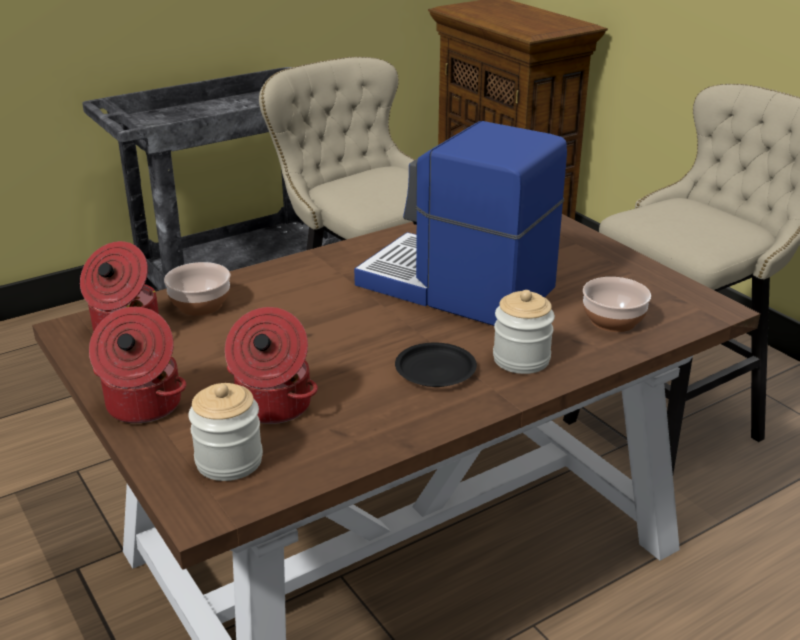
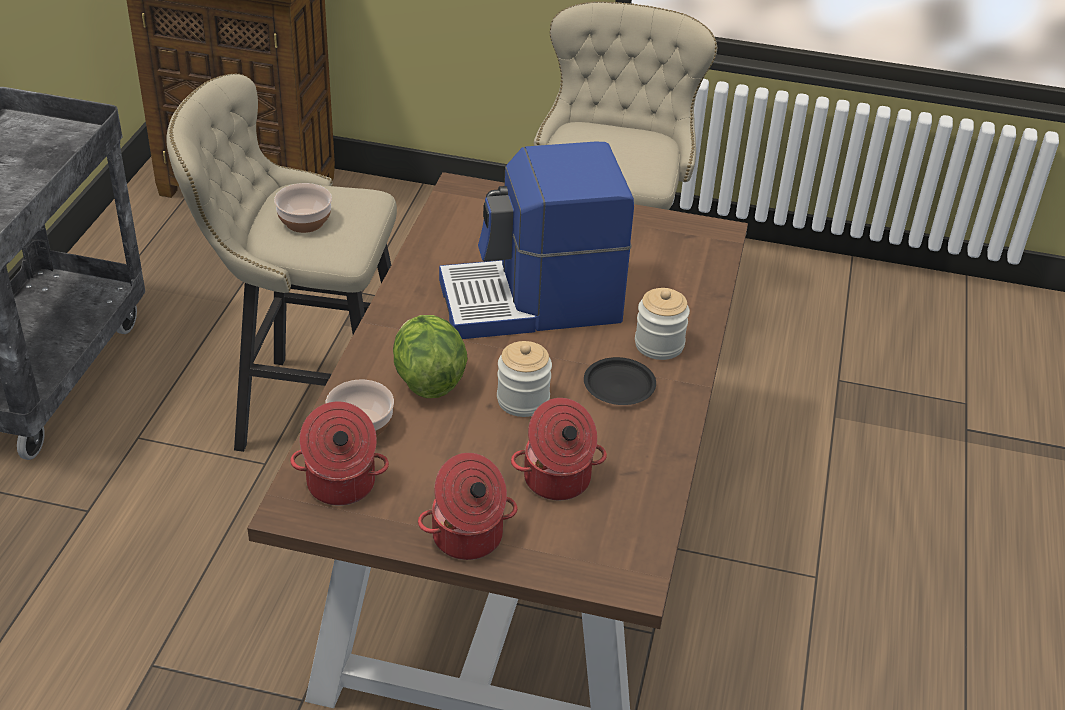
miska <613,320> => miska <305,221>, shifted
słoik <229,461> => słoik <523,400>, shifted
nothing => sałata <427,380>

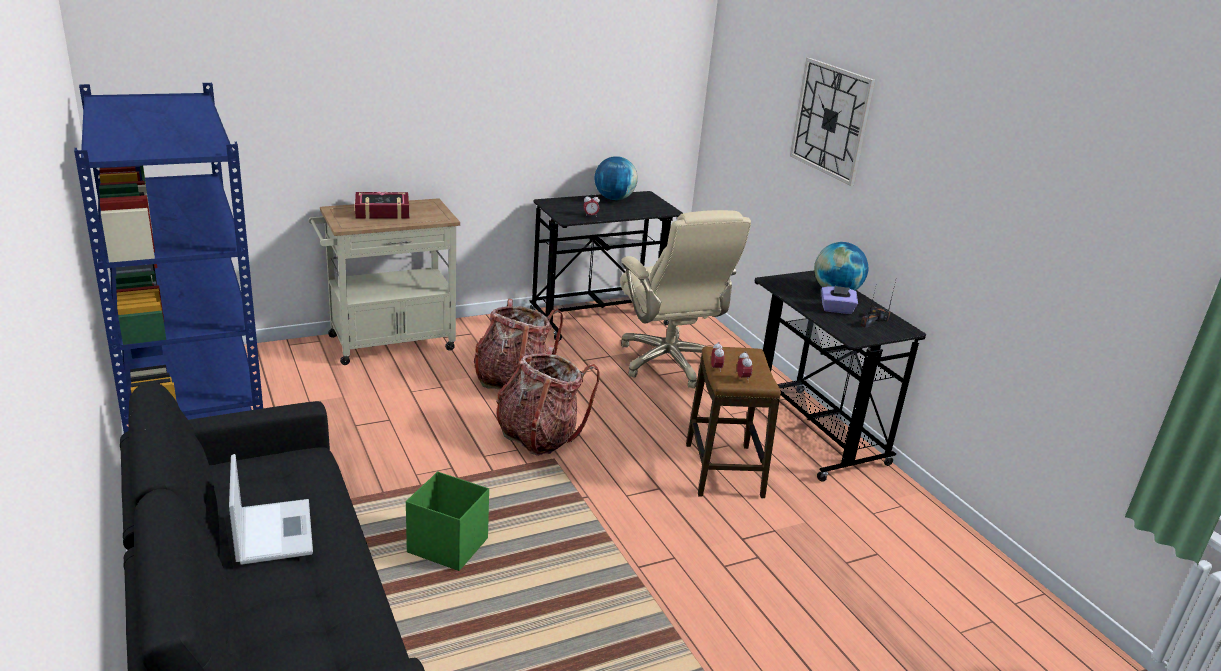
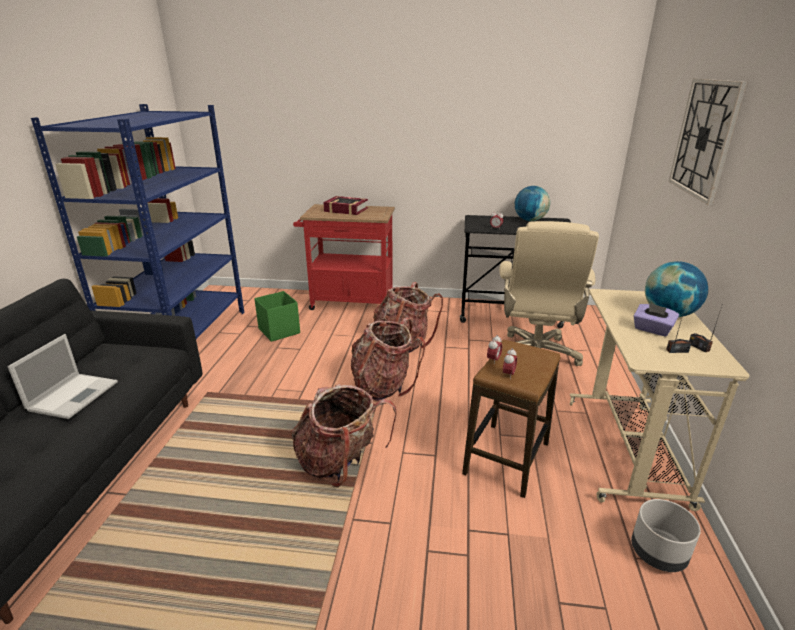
wózek [beżowy] <387,343> => wózek [czerwony] <349,302>
biurko [czarny] <810,433> => biurko [beżowy] <625,450>
pojemnik do przechowywania [zielony] <447,545> => pojemnik do przechowywania [zielony] <279,331>, shifted
nothing => plecak <340,463>
nothing => donica [szary] <658,554>

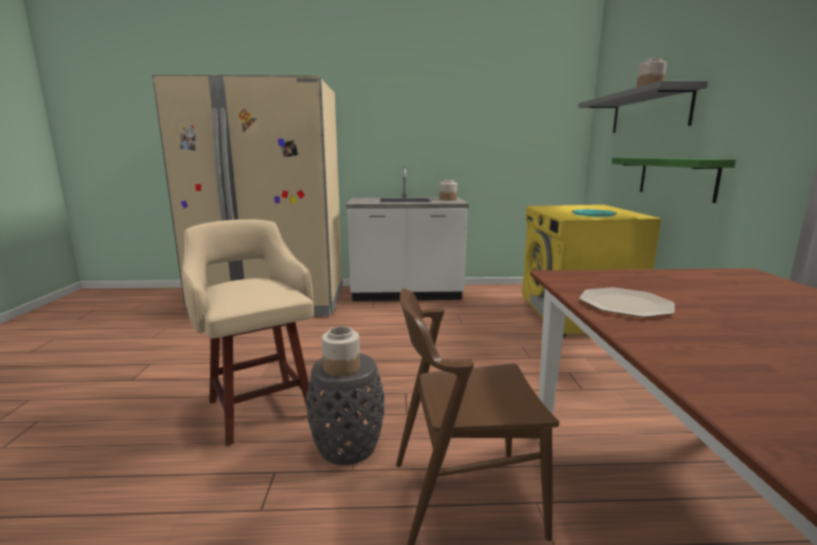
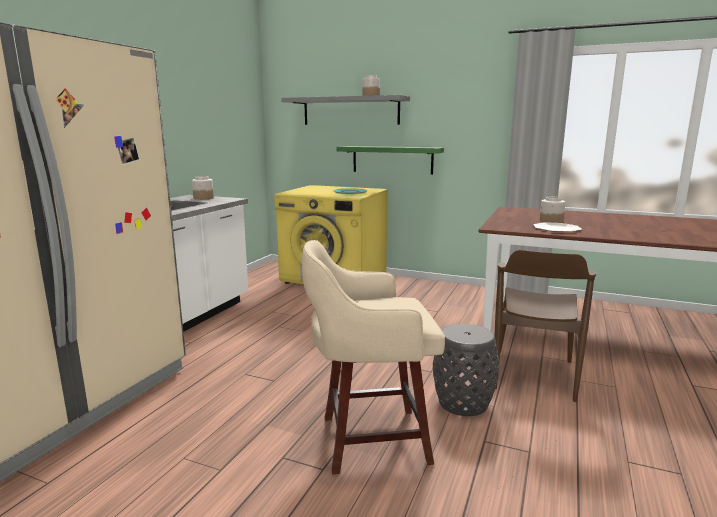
słoik <341,367> => słoik <551,221>, shifted

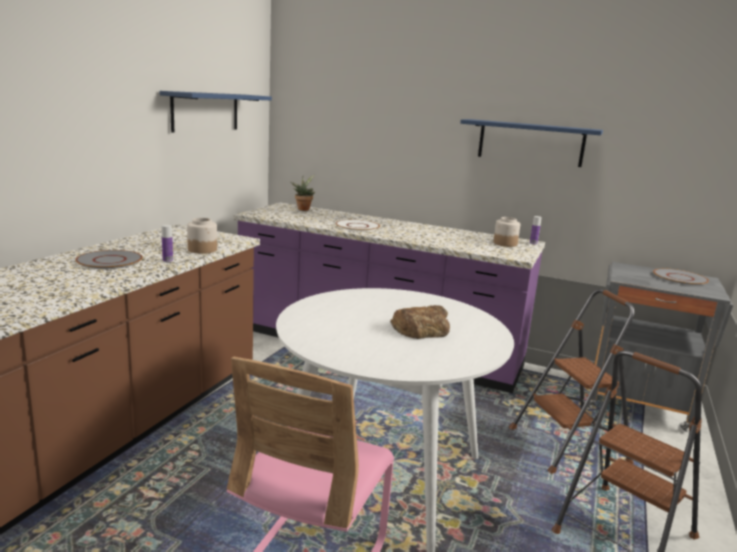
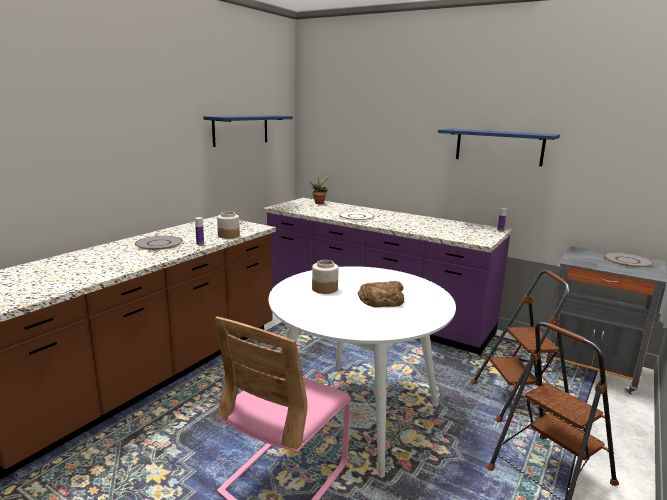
słoik <504,243> => słoik <324,289>, shifted

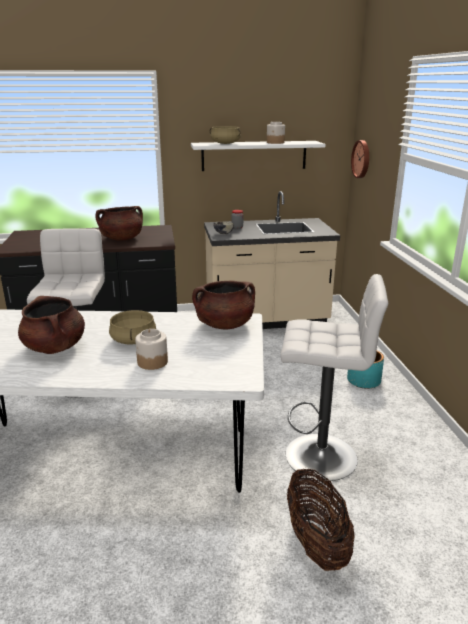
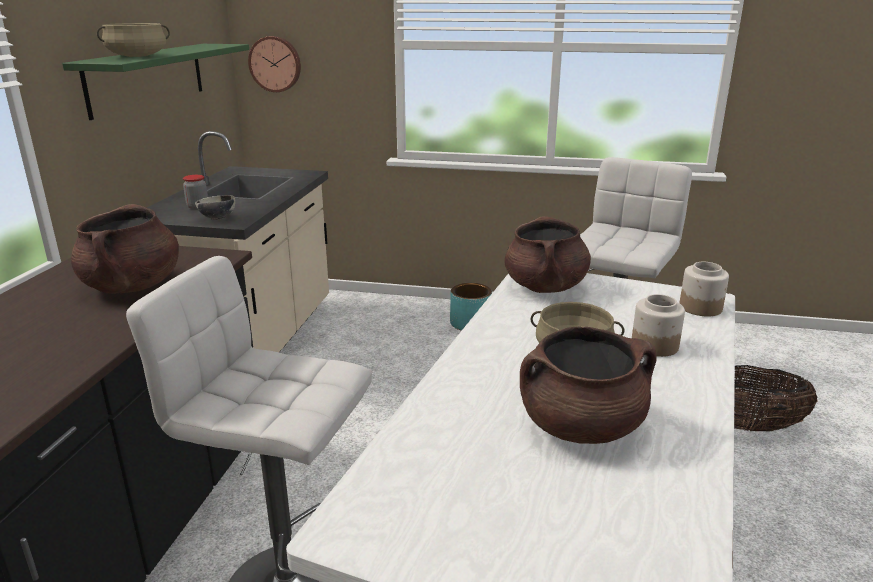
słoik <275,142> => słoik <701,307>, shifted
półka [biały] <254,155> => półka [zielony] <147,78>

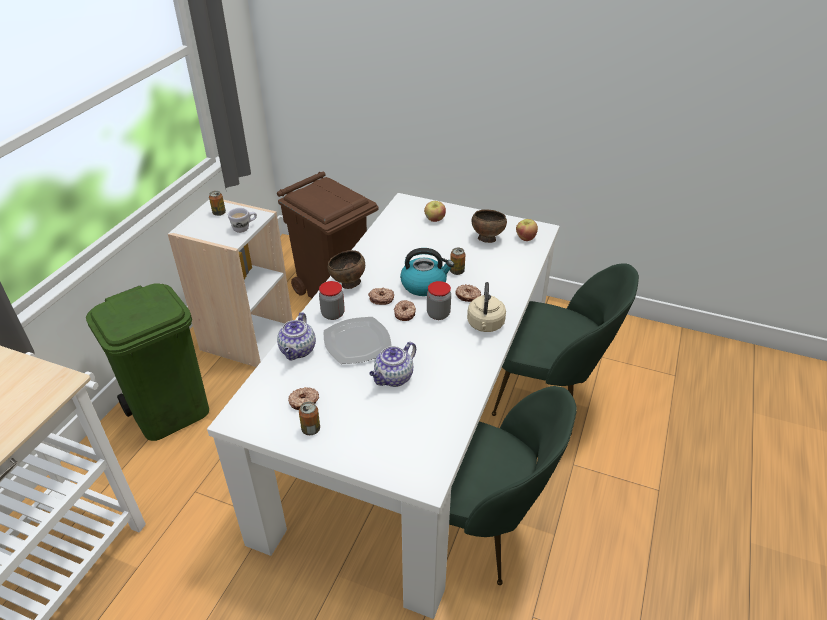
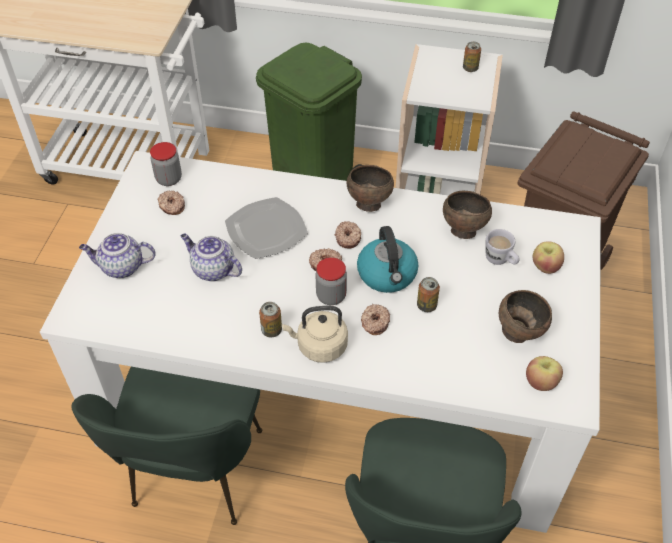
kubek [biały] <244,228> => kubek [biały] <500,261>, shifted
słoik <333,314> => słoik <169,179>, shifted
imbryk <298,351> => imbryk <121,267>, shifted
puszka <311,429> => puszka <271,330>, shifted
nothing => miska [brązowy] <462,230>

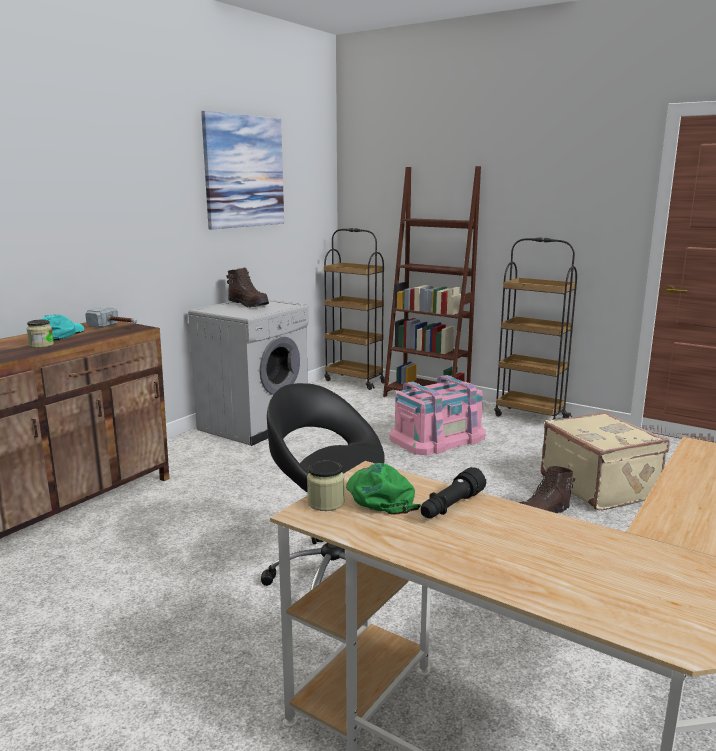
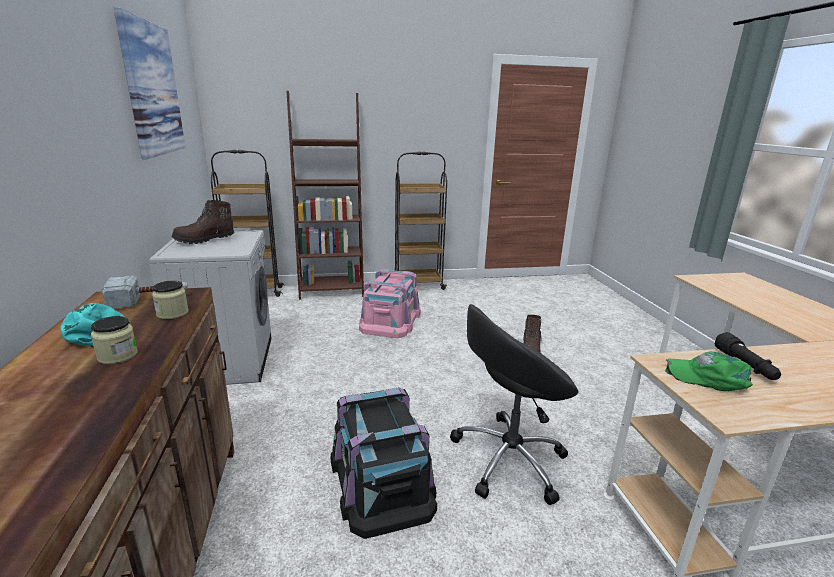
but z cholewką [brązowy] <248,305> => but z cholewką [brązowy] <205,240>, 150 degrees clockwise
walizka [beżowy] <599,486> => nothing
słoik <326,503> => słoik <172,313>, shifted
nothing => pojemnik do przechowywania [czarny] <380,479>

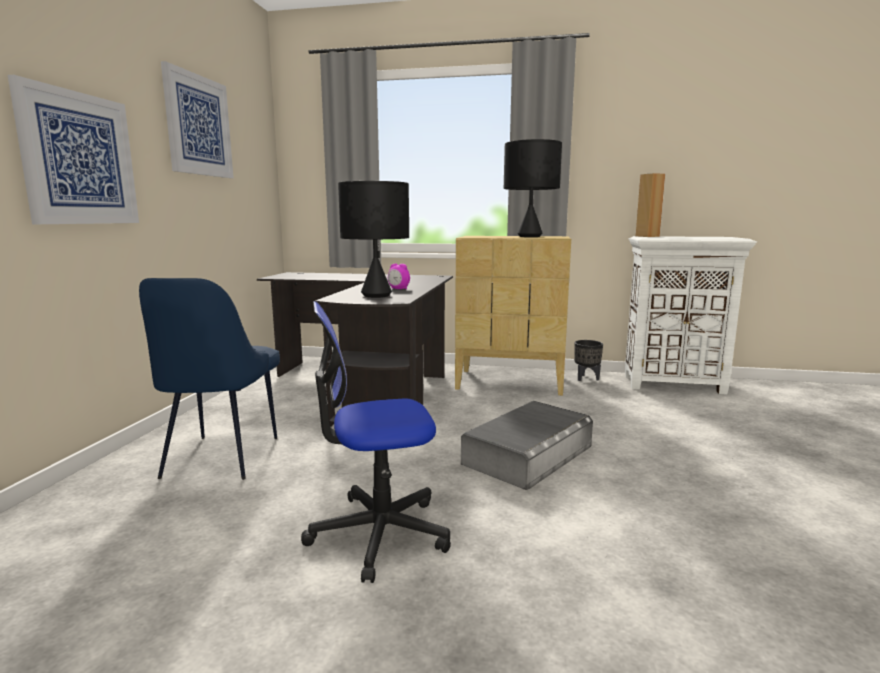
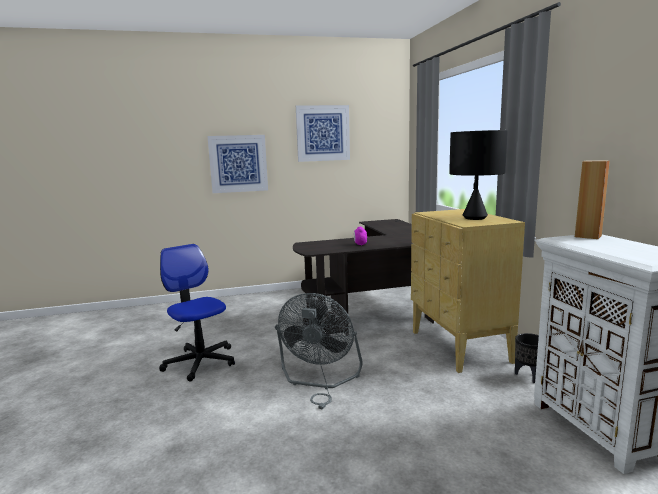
lampa stołowa [czarny] <376,296> => nothing
krzesło [niebieski] <222,457> => nothing
pojemnik do przechowywania [szary] <528,455> => wentylator [szary] <317,380>

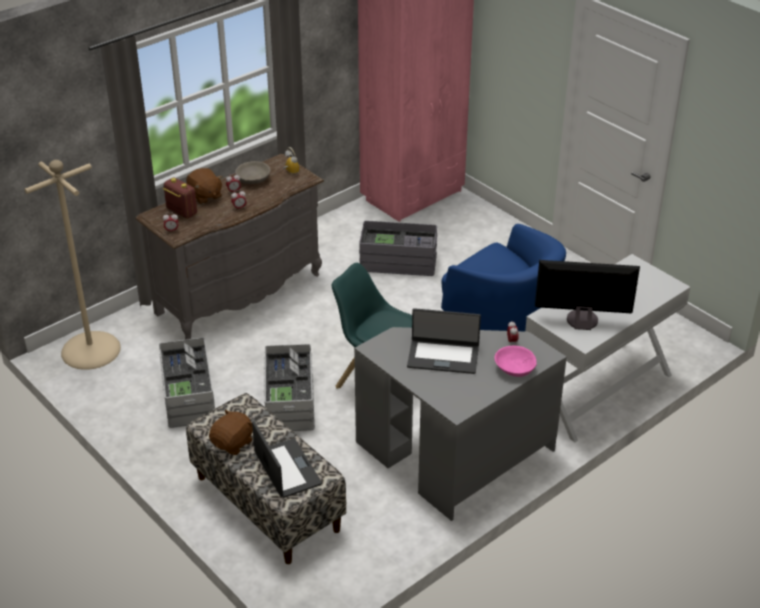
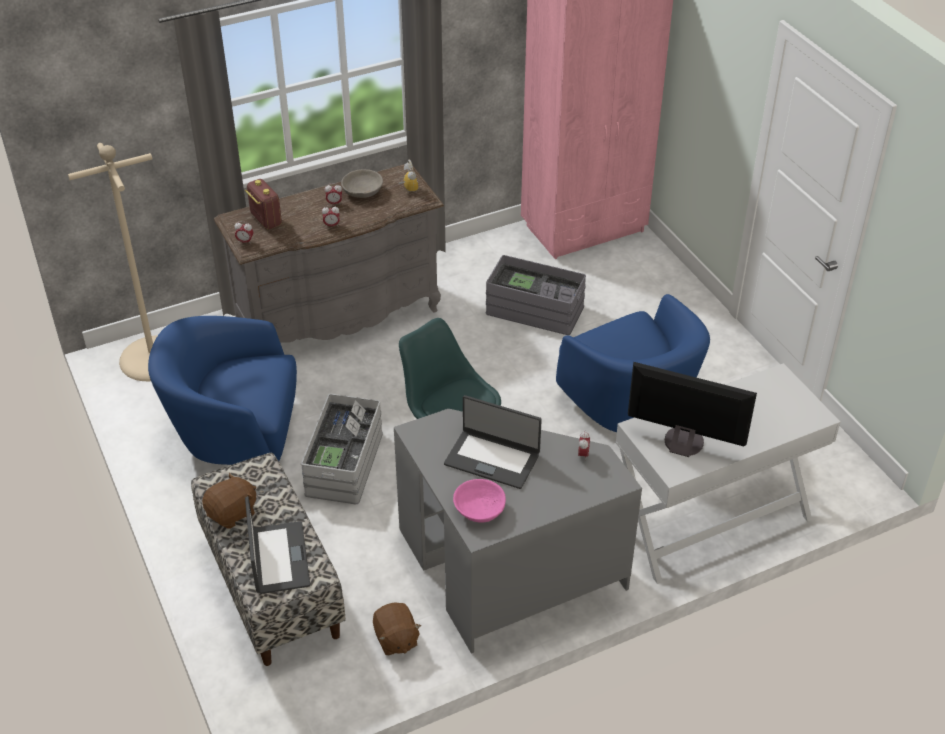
pluszak [brązowy] <205,196> => pluszak [brązowy] <396,639>, shifted
pojemnik do przechowywania [szary] <188,395> => fotel [niebieski] <235,434>
miska [różowy] <514,368> => miska [różowy] <479,509>, shifted

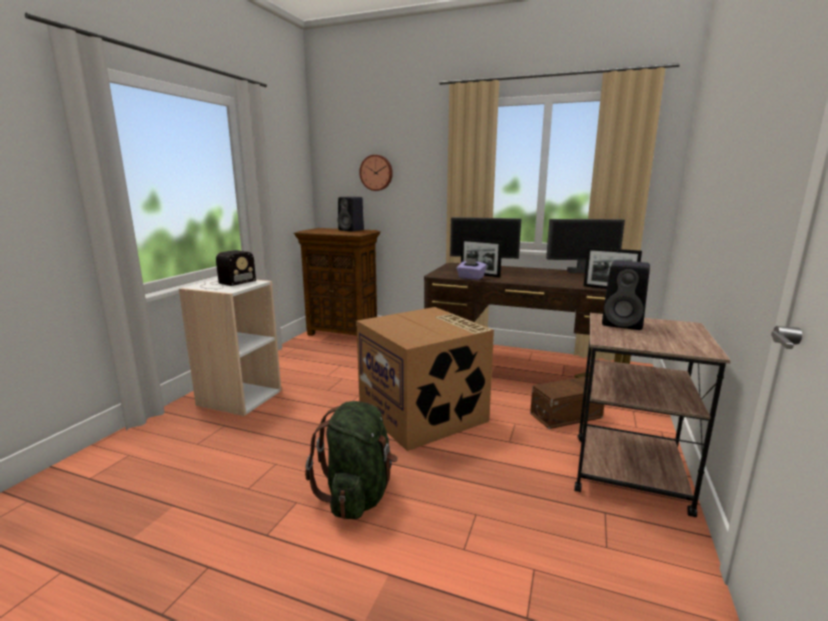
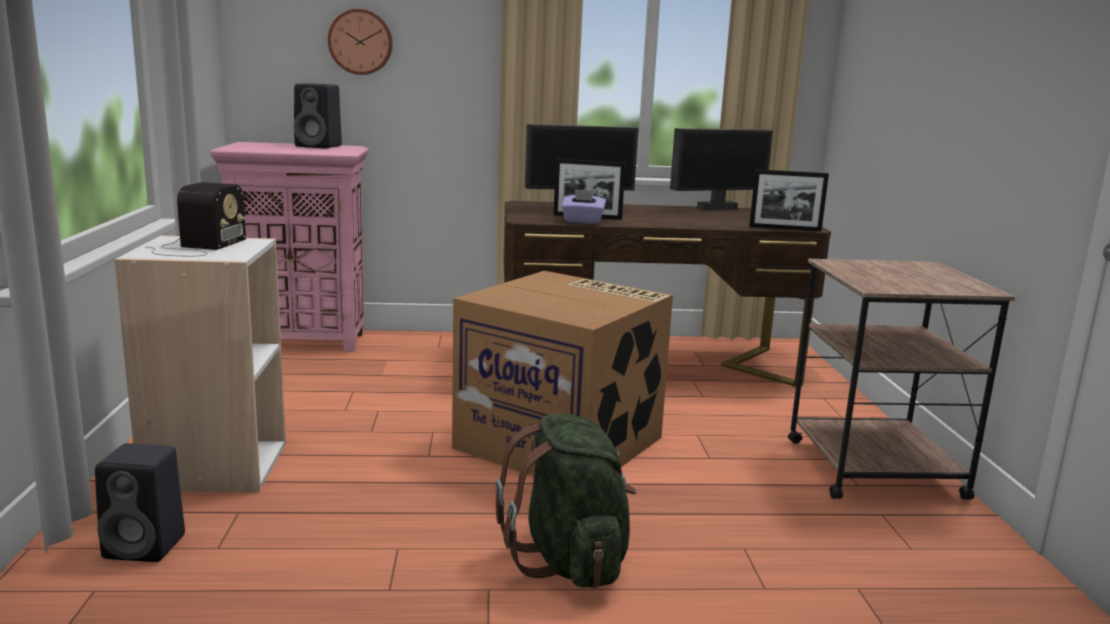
szafka [brązowy] <343,333> => szafka [różowy] <303,340>
głośnik [czarny] <624,324> => głośnik [czarny] <147,546>, shifted
pojemnik do przechowywania [brązowy] <567,416> => nothing

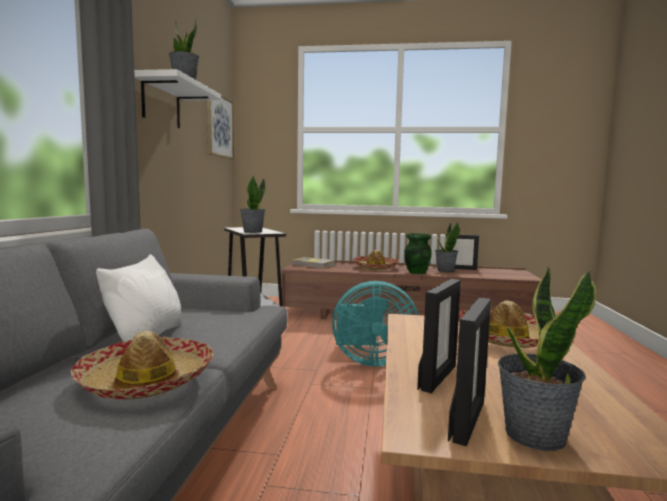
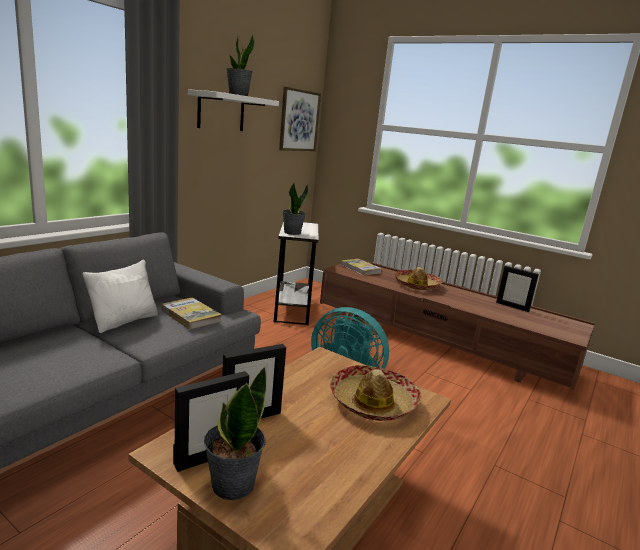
roślina doniczkowa <445,270> => nothing
wazon [zielony] <416,272> => nothing
kapelusz <147,380> => nothing
nothing => książka <191,316>

